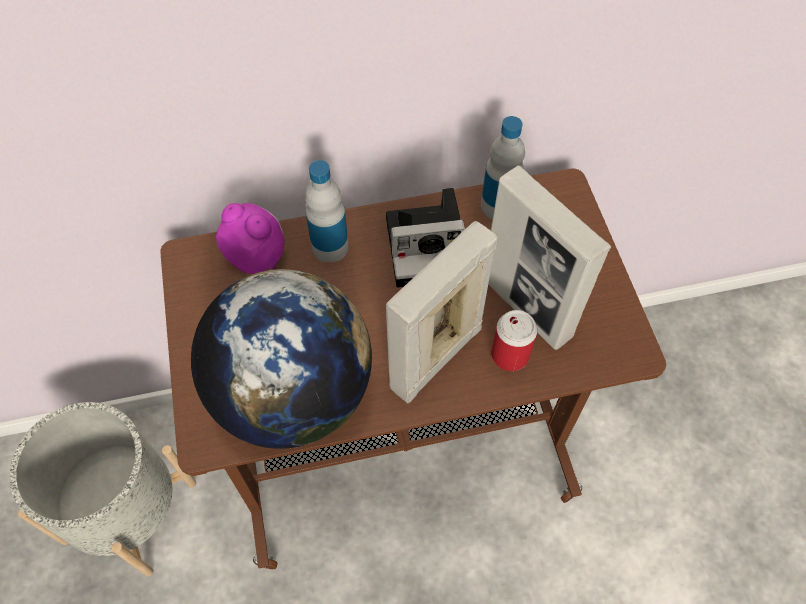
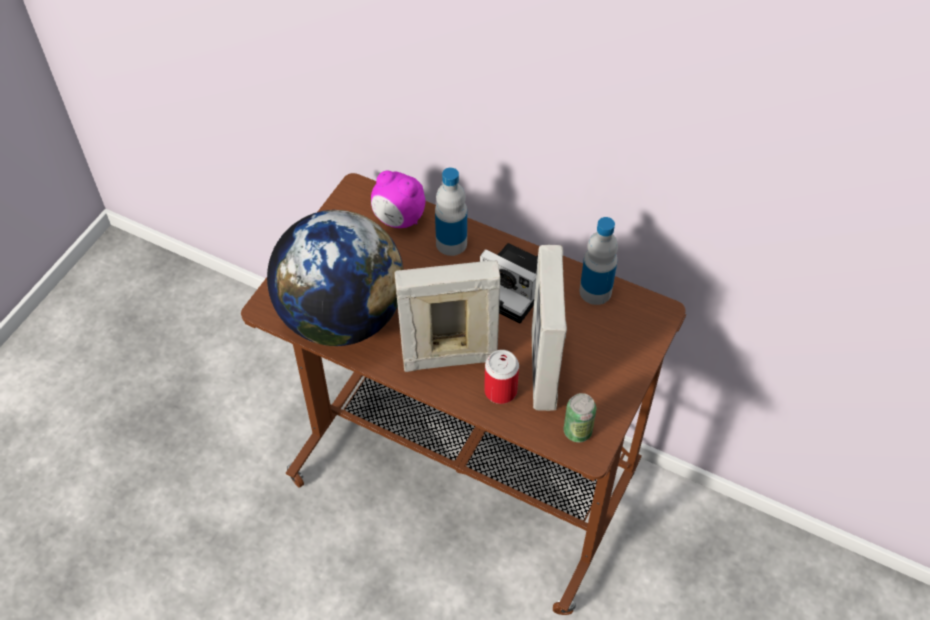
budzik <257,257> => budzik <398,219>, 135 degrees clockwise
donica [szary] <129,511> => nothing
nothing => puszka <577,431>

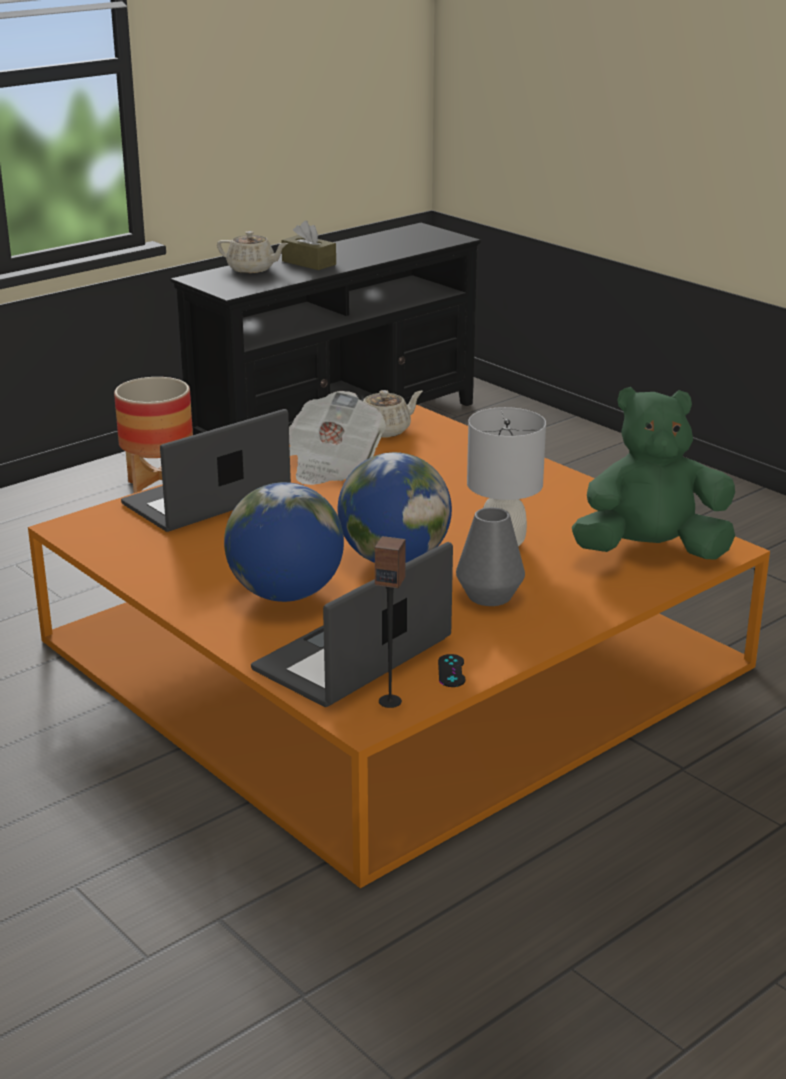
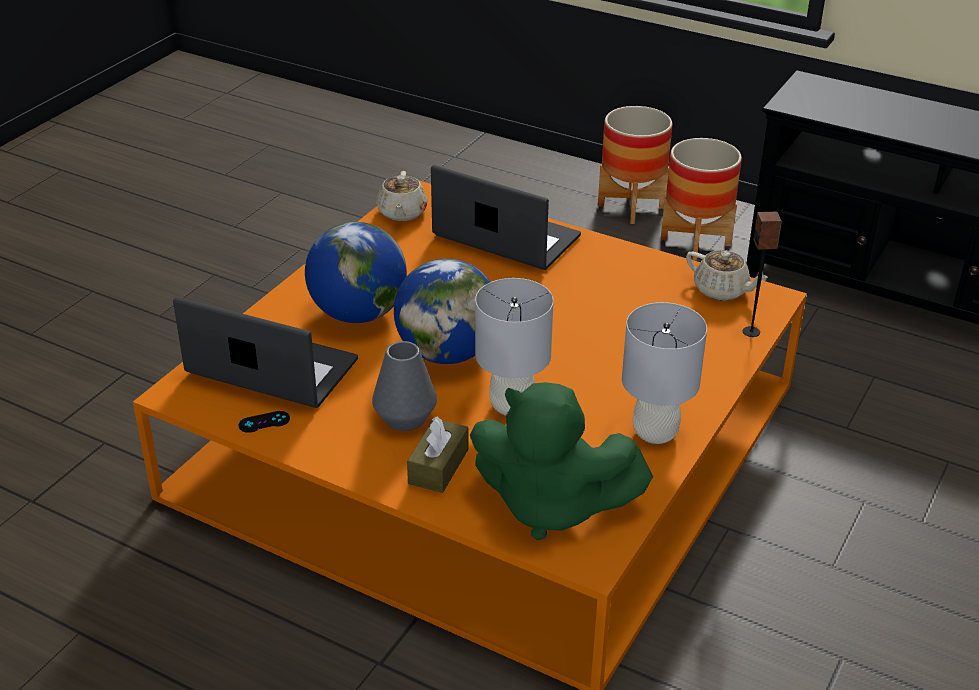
pudełko chusteczek [brązowy] <309,263> => pudełko chusteczek [brązowy] <438,466>, shifted
imbryk [beżowy] <252,269> => imbryk [beżowy] <402,213>, shifted
pluszak [zielony] <650,552> => pluszak [zielony] <551,505>, 135 degrees clockwise
gazeta <332,465> => nothing
głośnik <390,701> => głośnik <751,332>, shifted
nothing => donica <631,206>
nothing => lampa stołowa [szary] <656,433>

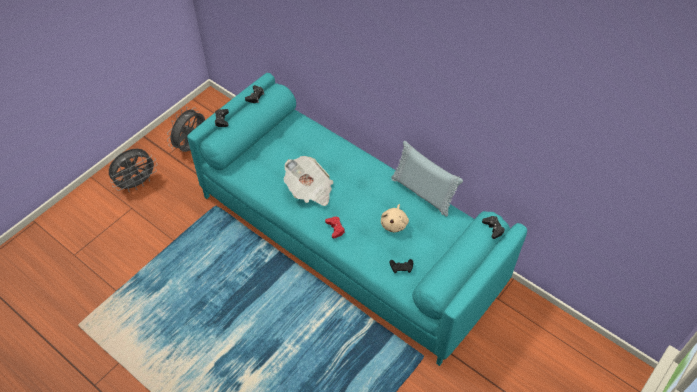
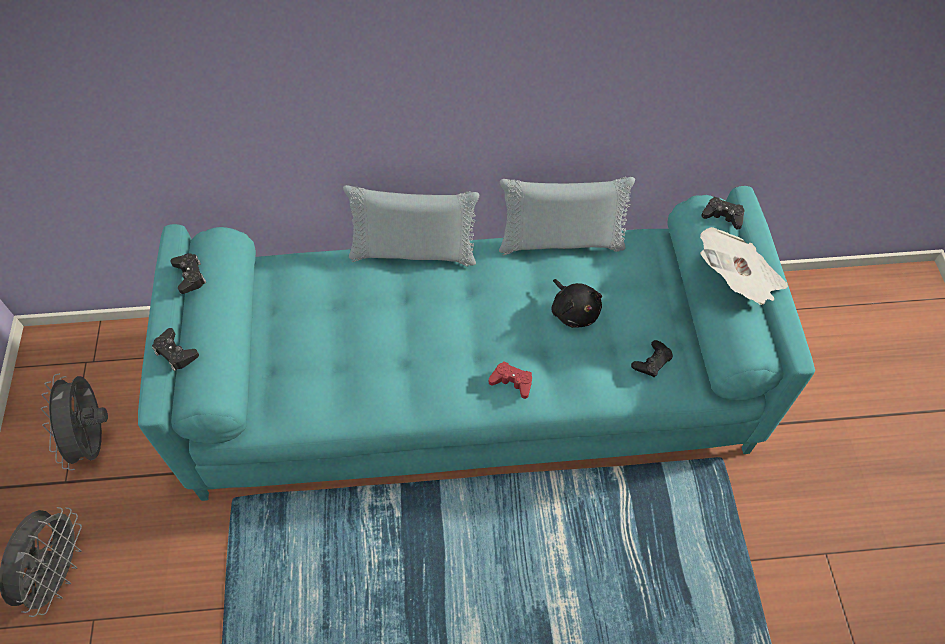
gazeta <309,190> => gazeta <737,281>, shifted
pluszak [beżowy] <394,223> => pluszak [czarny] <574,311>
nothing => poduszka [niebieski] <413,251>

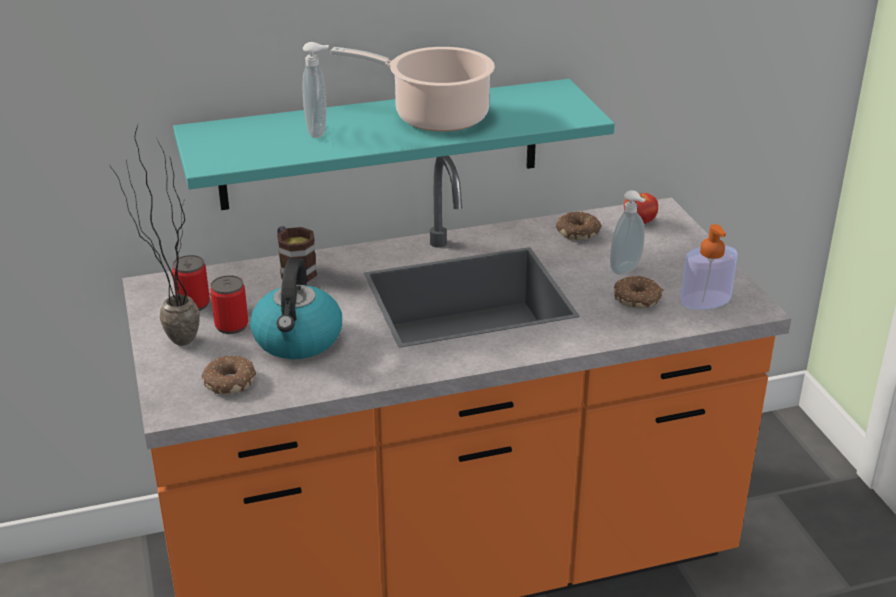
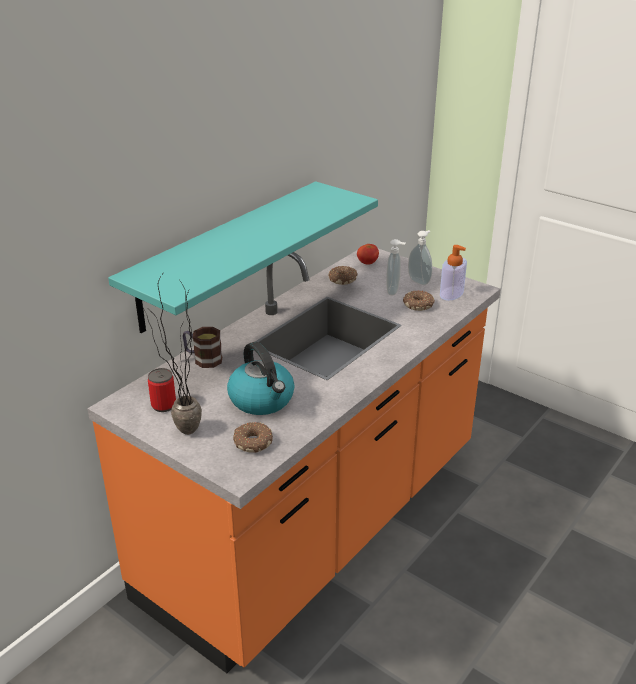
dozownik mydła <319,132> => dozownik mydła <420,281>, shifted
garnek <434,116> => nothing
puszka <231,326> => nothing

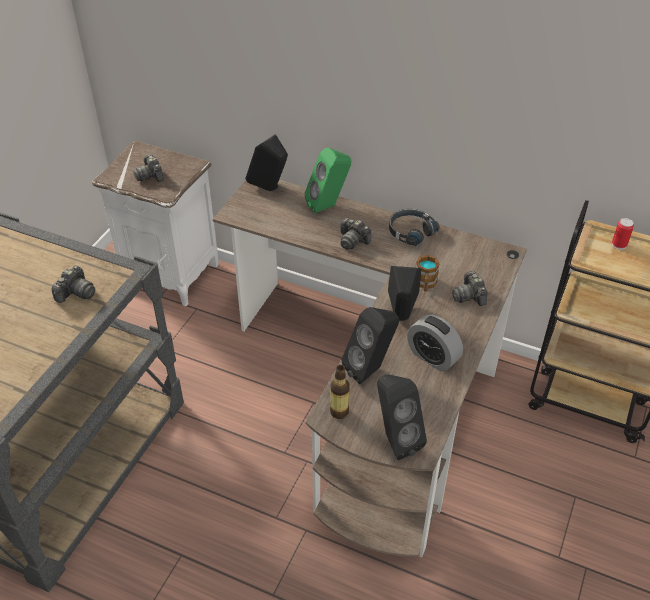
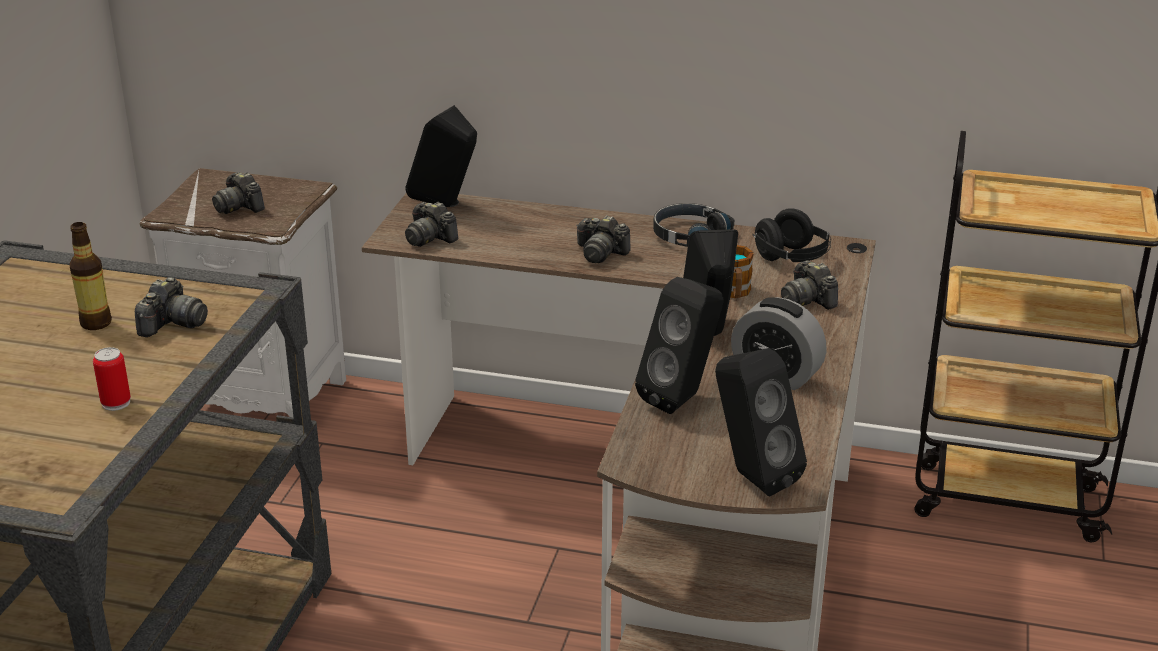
głośnik [zielony] <328,206> => nothing
puszka <619,245> => puszka <116,403>, shifted
butelka <339,412> => butelka <96,323>, shifted
nothing => aparat fotograficzny <430,238>
nothing => słuchawki [czarny] <791,258>

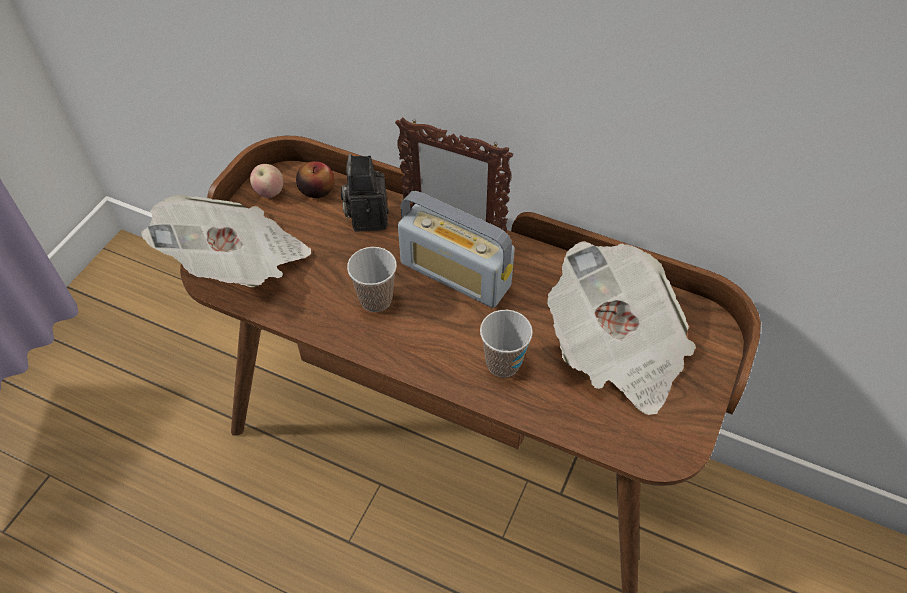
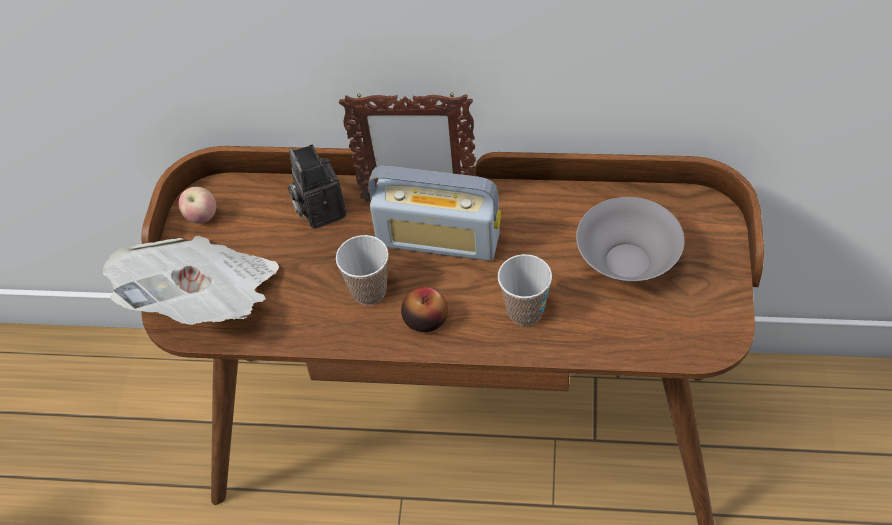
jabłko <317,190> => jabłko <425,319>, shifted
gazeta <617,349> => miska [szary] <628,261>

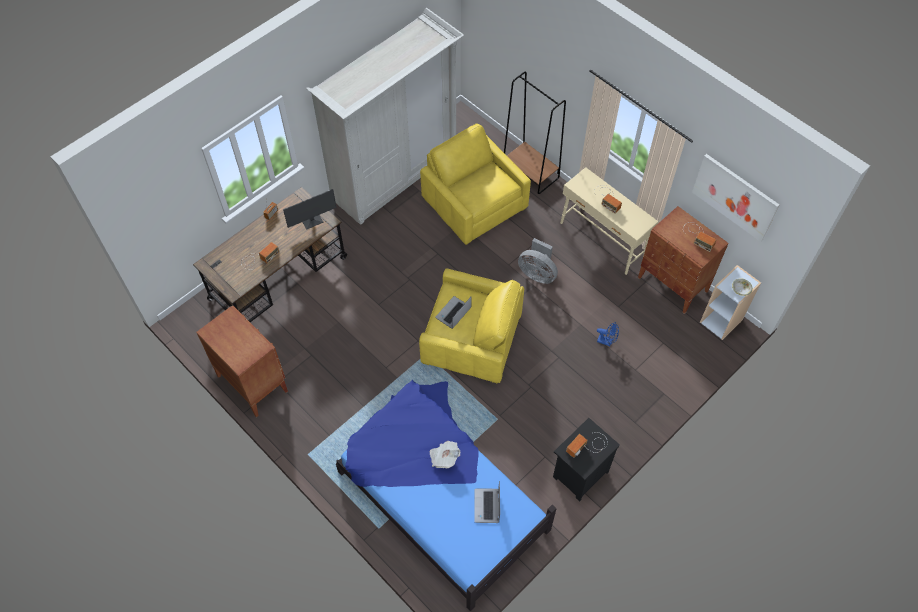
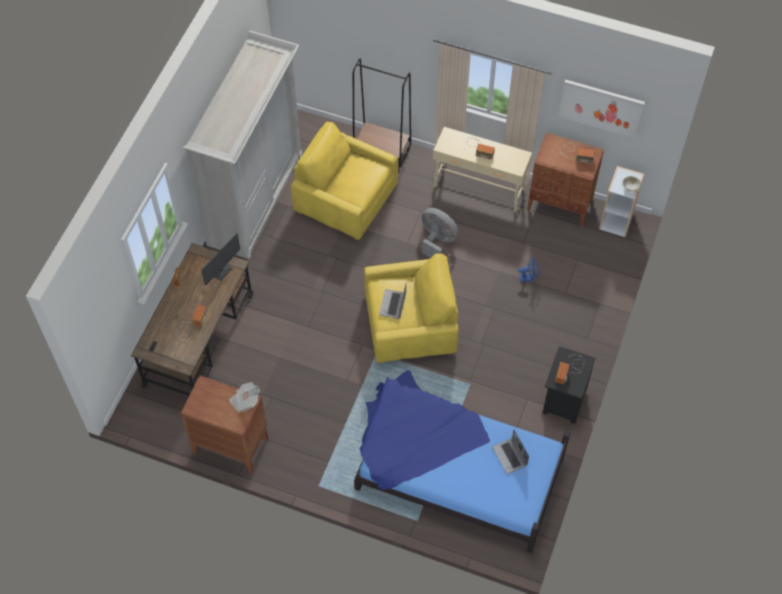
wentylator [szary] <537,273> => wentylator [szary] <437,241>, 150 degrees counterclockwise
gazeta <444,457> => gazeta <245,401>, shifted

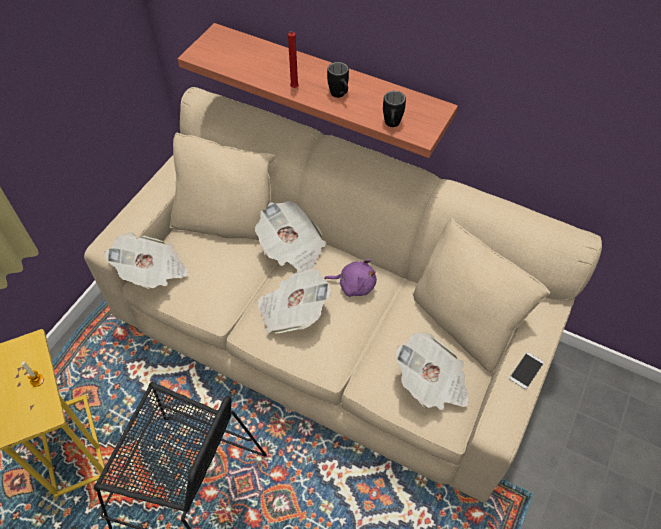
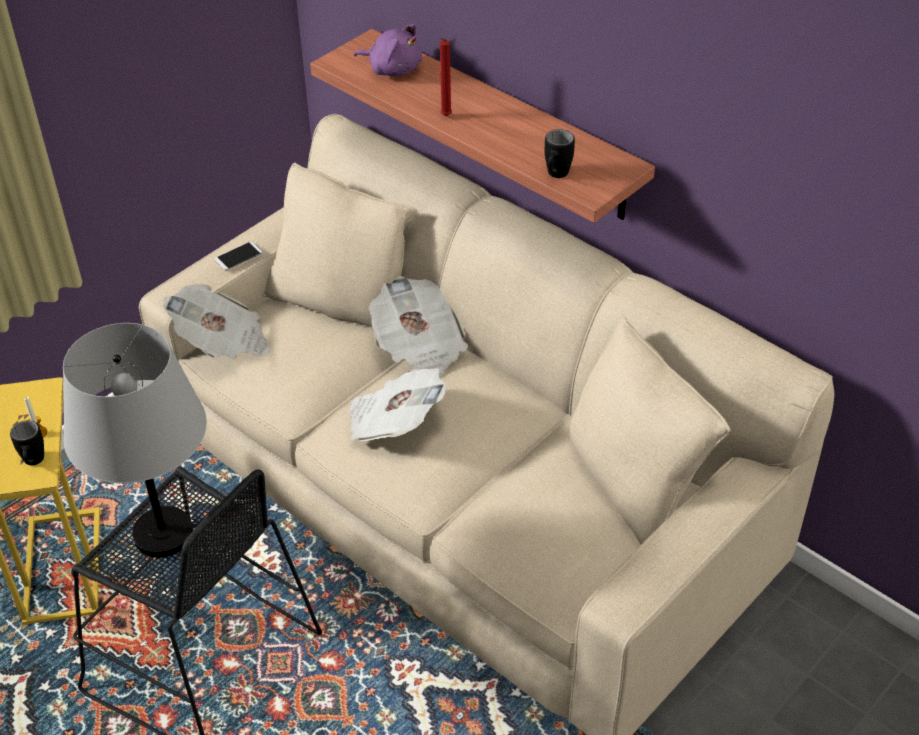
kubek [czarny] <340,96> => kubek [czarny] <33,463>, shifted
pluszak [fioletowy] <354,285> => pluszak [fioletowy] <393,69>, shifted
gazeta <432,383> => nothing
telefon <526,370> => telefon <239,256>, shifted
nothing => lampa stołowa [szary] <164,534>

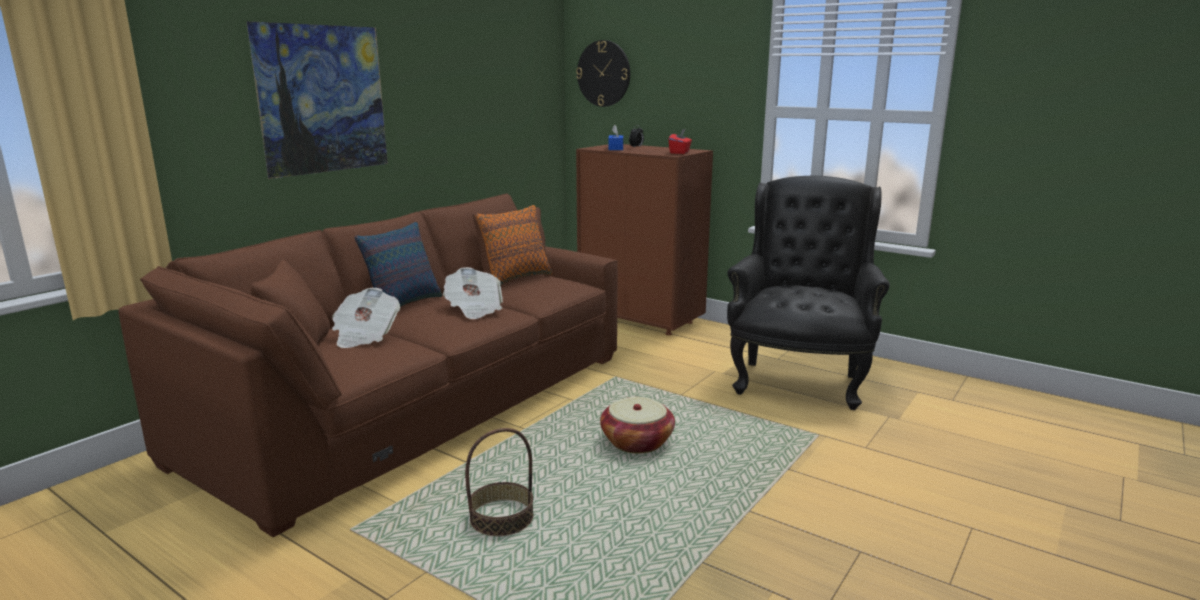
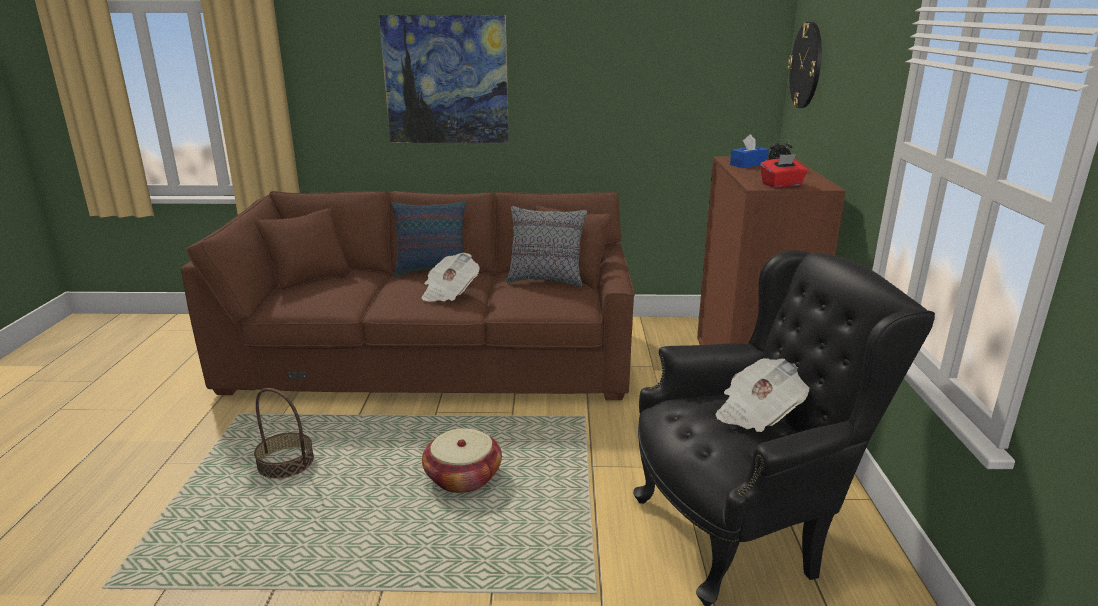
poduszka [pomarańczowy] <516,279> => poduszka [szary] <546,281>
gazeta <365,336> => gazeta <757,414>, shifted

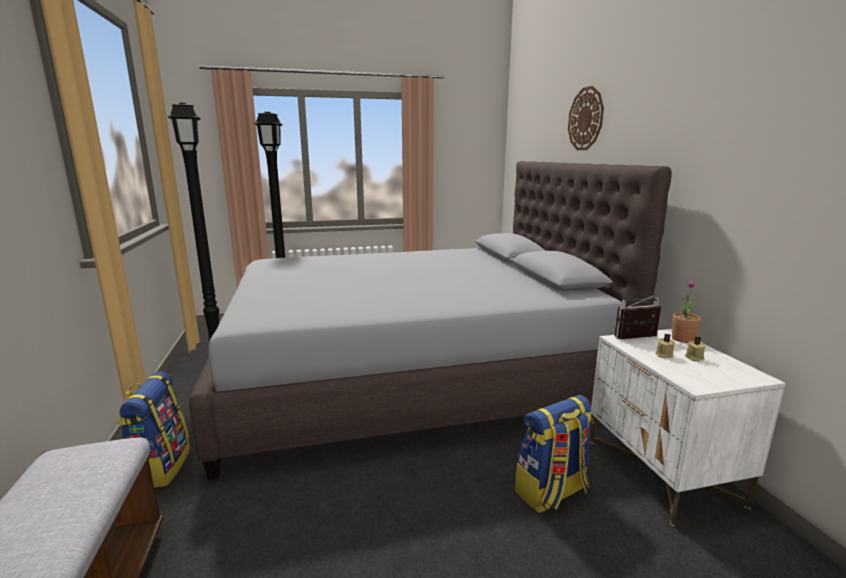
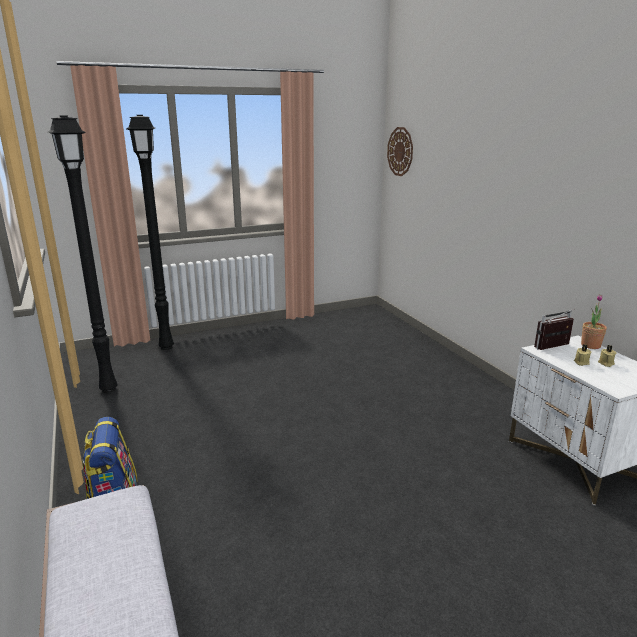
zegar ścienny <585,119> => zegar ścienny <400,151>, shifted
łóżko [szary] <412,375> => nothing
plecak <551,492> => nothing

